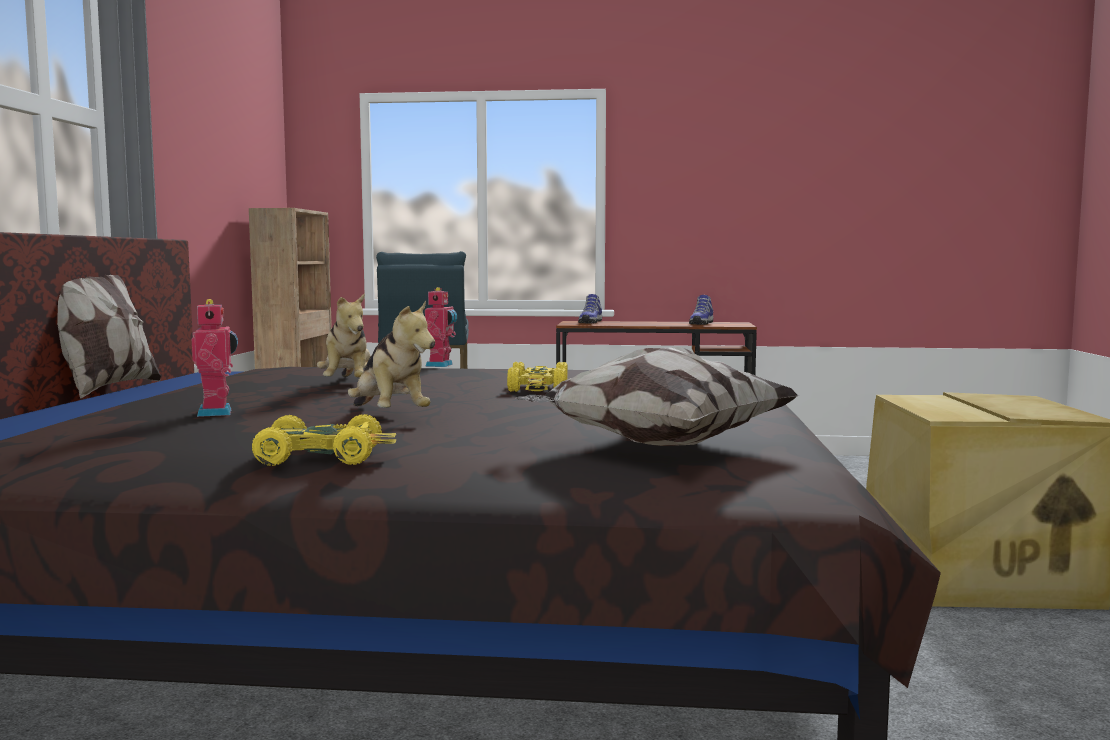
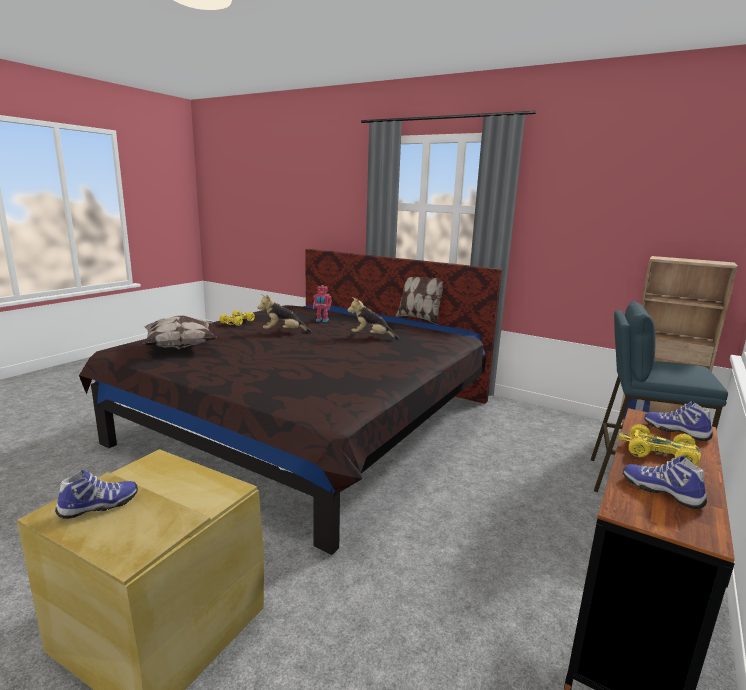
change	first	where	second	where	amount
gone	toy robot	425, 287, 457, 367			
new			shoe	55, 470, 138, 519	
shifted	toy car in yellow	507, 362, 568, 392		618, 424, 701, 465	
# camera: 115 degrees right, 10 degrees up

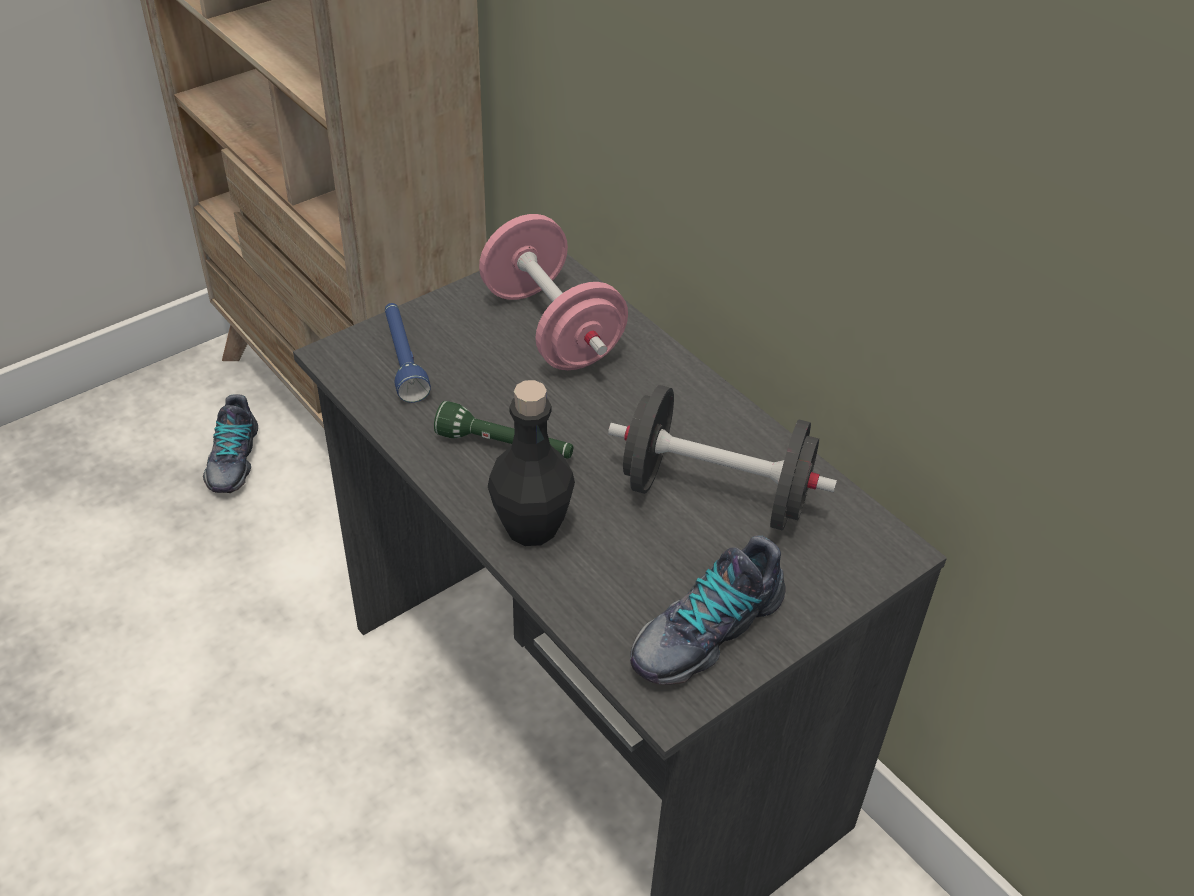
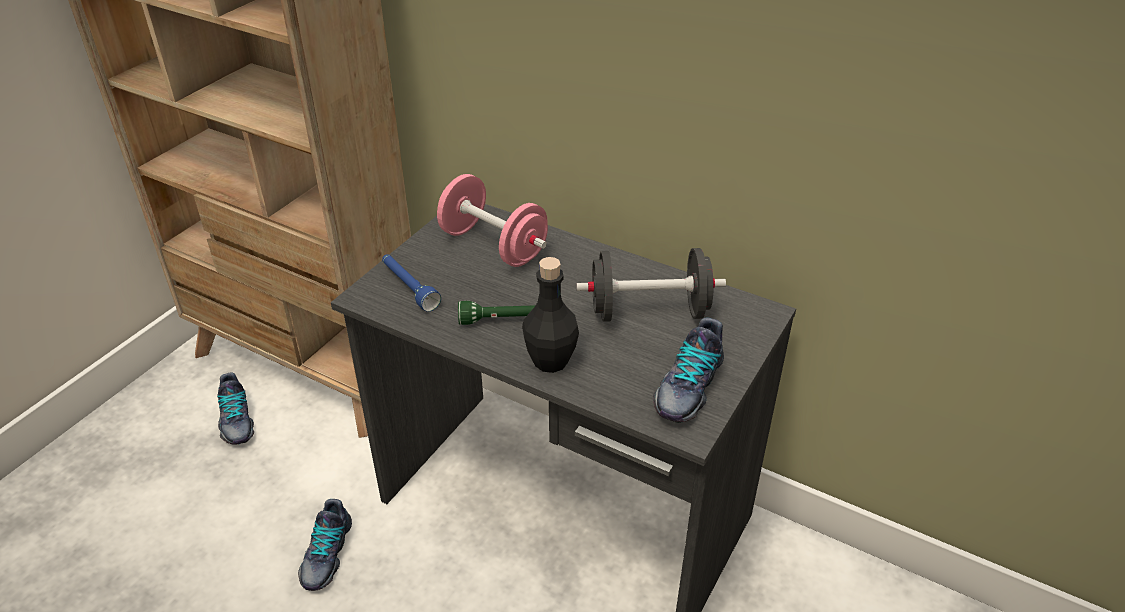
change	first	where	second	where	amount
new			shoe	298, 499, 352, 591	
# camera: 20 degrees left, 5 degrees down

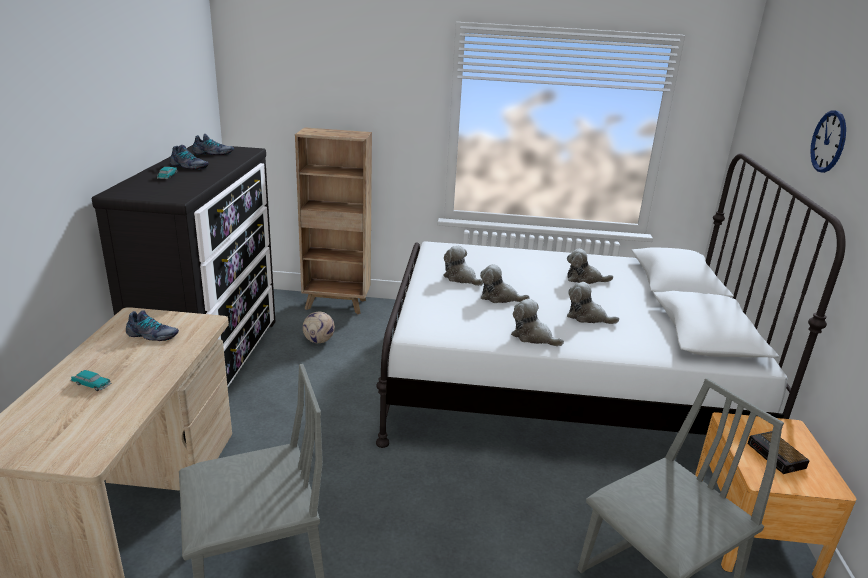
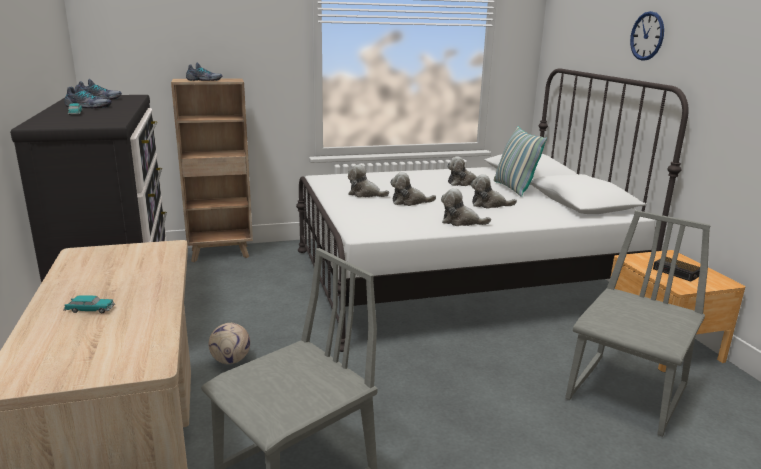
change	first	where	second	where	amount
new			pillow	494, 126, 547, 197	
shifted	shoe	126, 310, 179, 341		186, 63, 222, 81	
shifted	football	303, 312, 335, 343		209, 323, 250, 364	
# camera: 20 degrees left, 5 degrees down

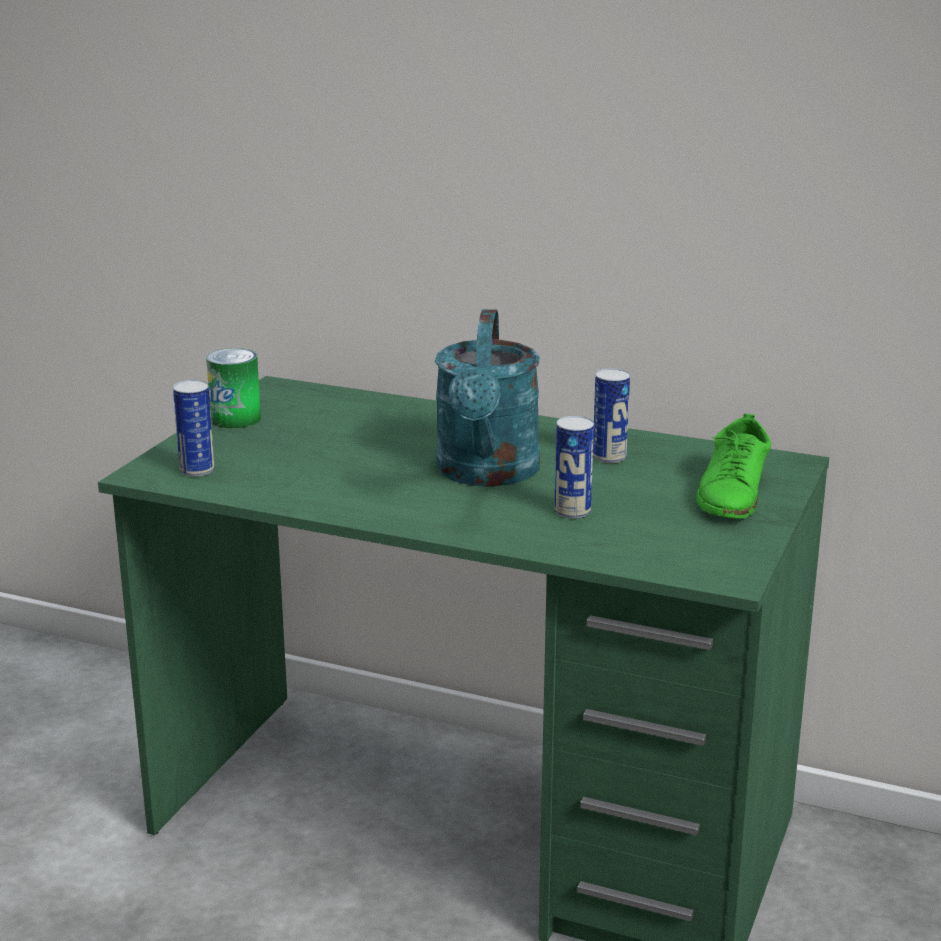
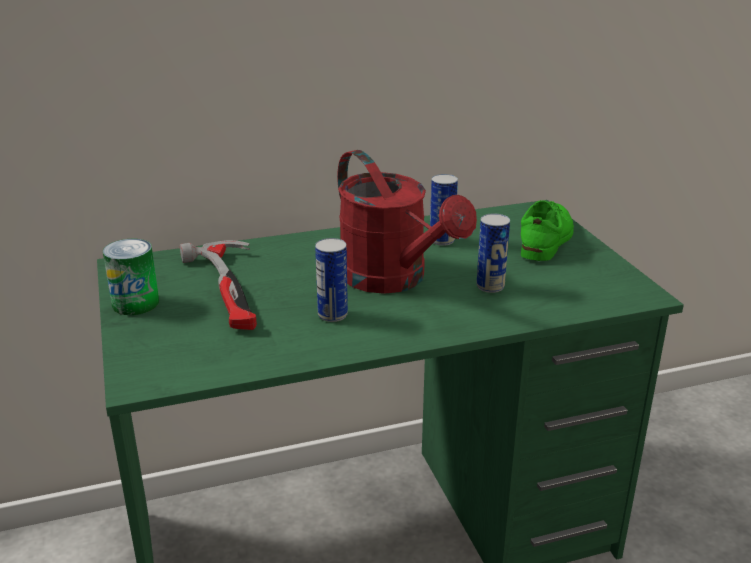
change	first	where	second	where	amount
new			hammer	180, 240, 257, 330	
shifted	can	173, 380, 215, 477		315, 238, 348, 322	
repainted	watering can in turquoise	435, 309, 540, 487	watering can in red	337, 150, 477, 294	
rotated	shoe in green	696, 413, 771, 519		521, 200, 574, 261	135 degrees counterclockwise
# camera: 40 degrees left, 5 degrees up

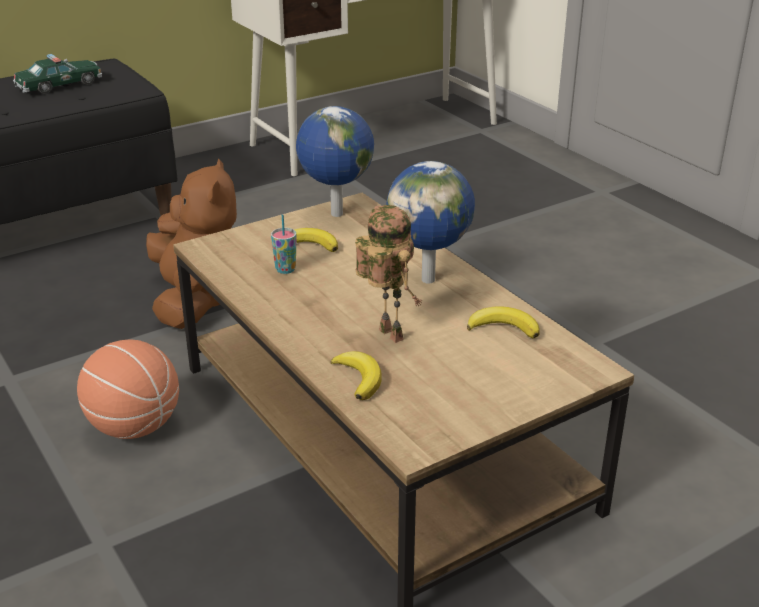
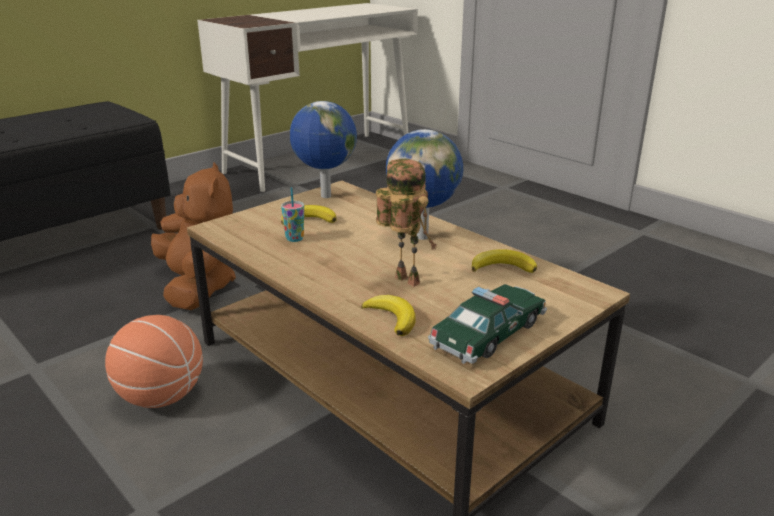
change	first	where	second	where	amount
shifted	toy car	13, 54, 102, 94		428, 284, 547, 364	
# camera: 10 degrees left, 5 degrees down

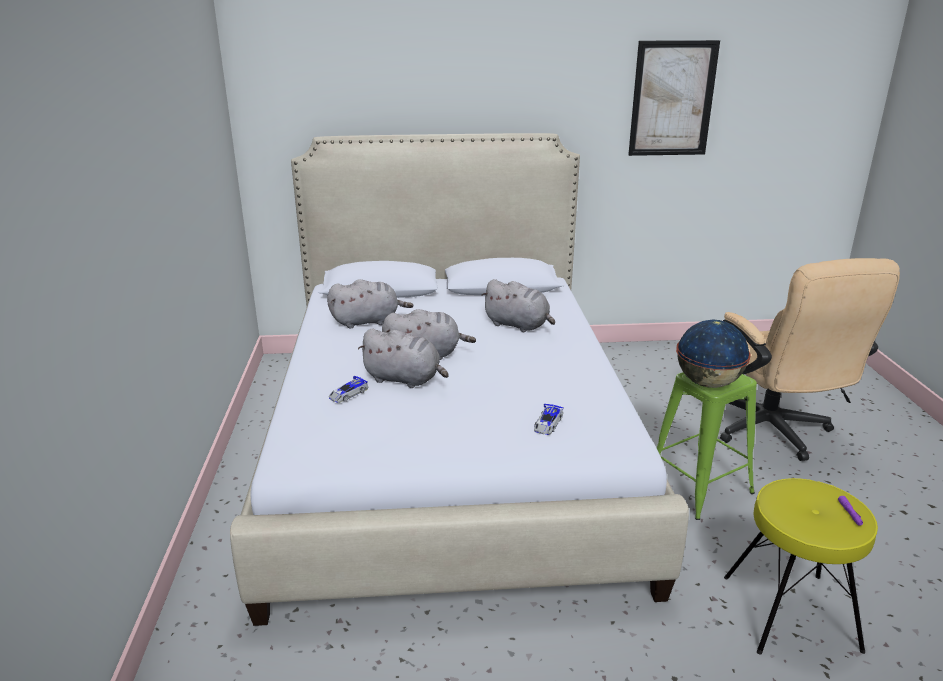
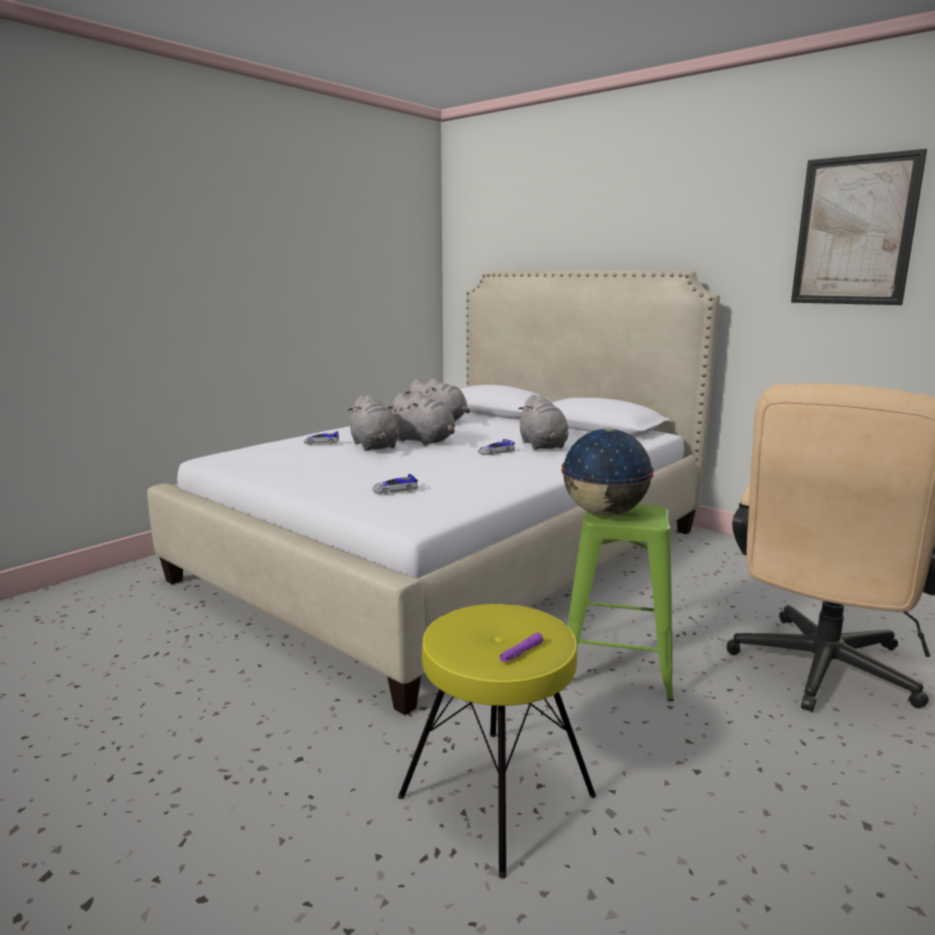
change	first	where	second	where	amount
new			toy car	478, 439, 515, 455	
# camera: 45 degrees right, 10 degrees down

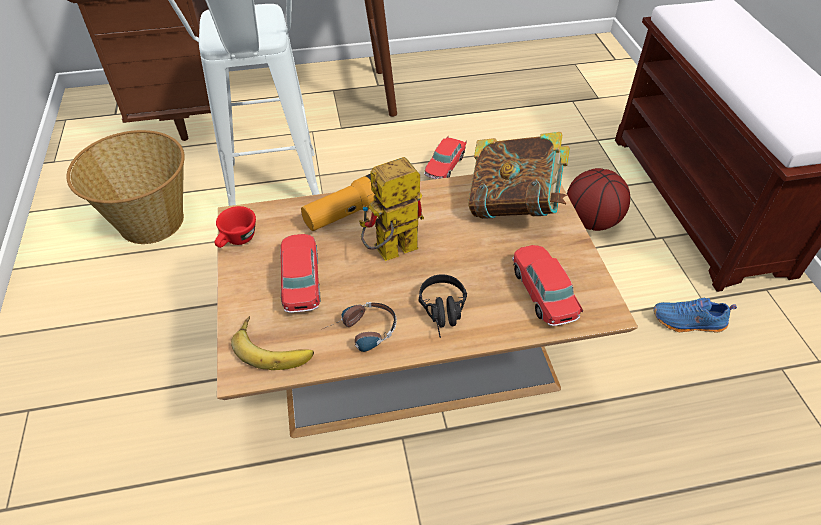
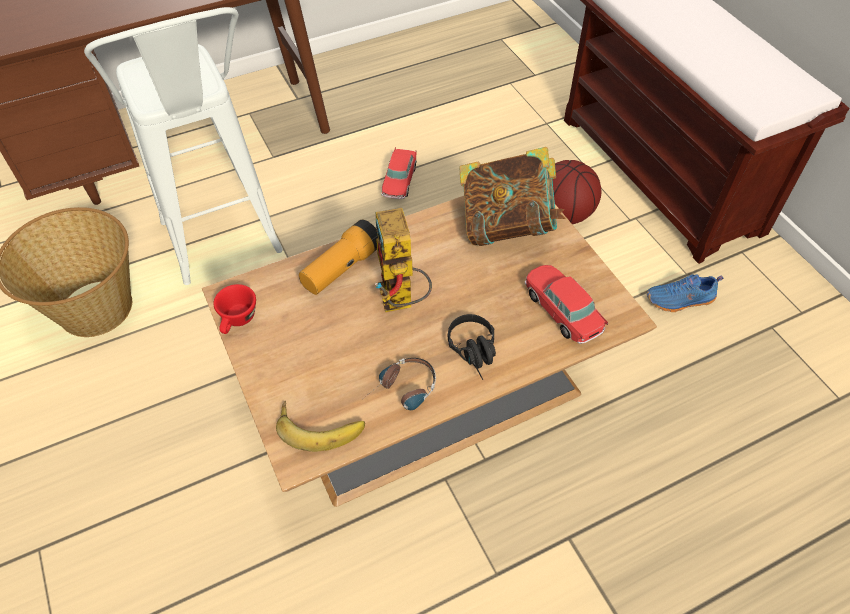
change	first	where	second	where	amount
gone	toy car	280, 234, 321, 313			
rotated	toy robot	359, 157, 424, 261		375, 208, 432, 312	60 degrees counterclockwise
# camera: 15 degrees left, 5 degrees up

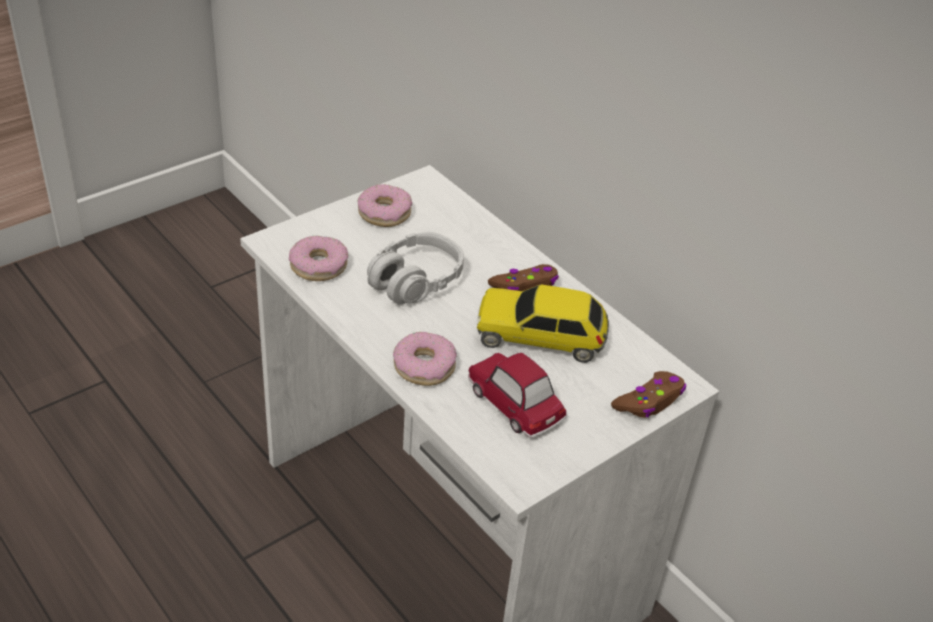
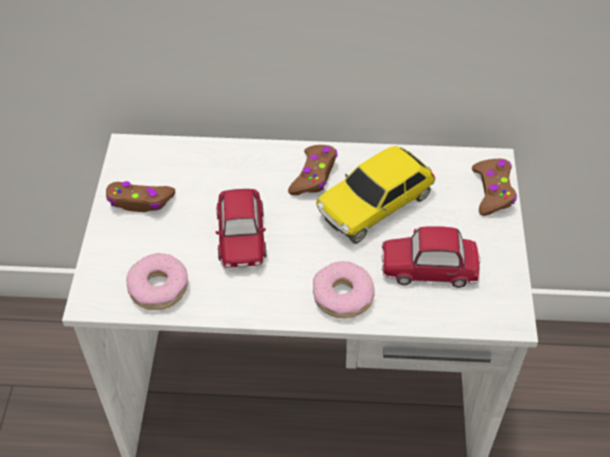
change	first	where	second	where	amount
swapped	donut	357, 184, 412, 227	game controller in brown	106, 181, 175, 212	
swapped	headphones in grey	367, 232, 464, 305	toy car	216, 189, 267, 269	
# camera: 45 degrees left, 10 degrees up

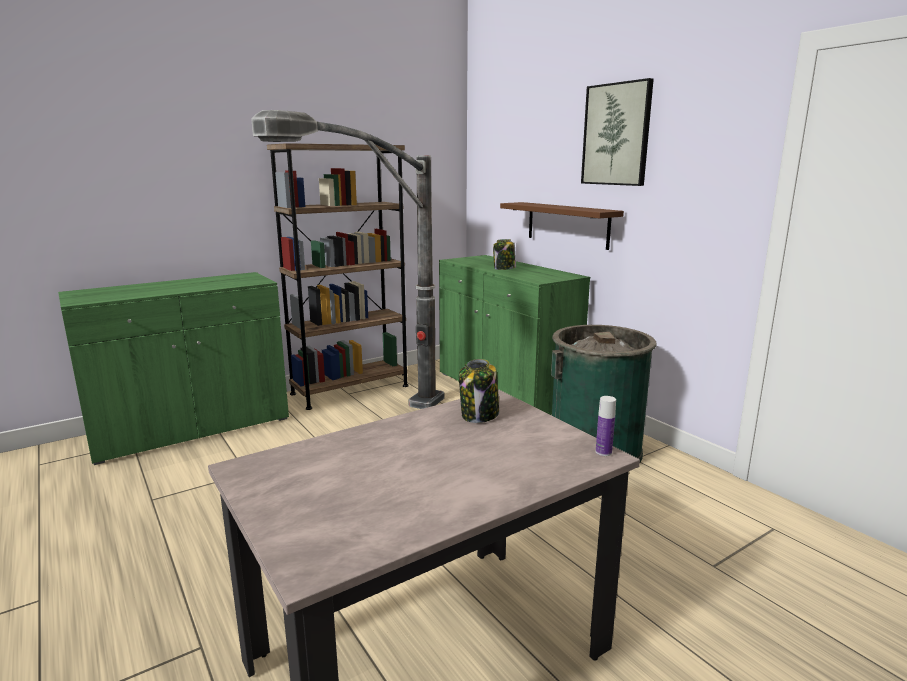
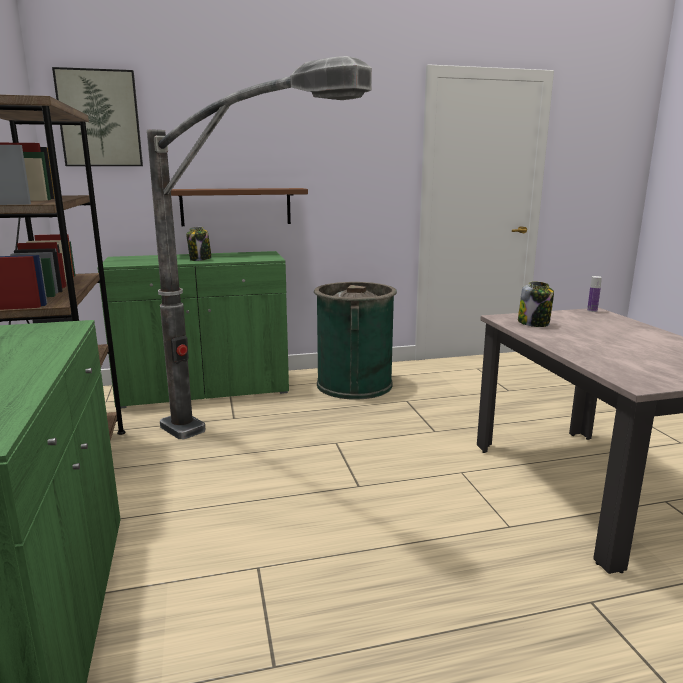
change	first	where	second	where	amount
shifted	picture	581, 78, 654, 186		52, 67, 143, 166	
# camera: 70 degrees left, 0 degrees up

